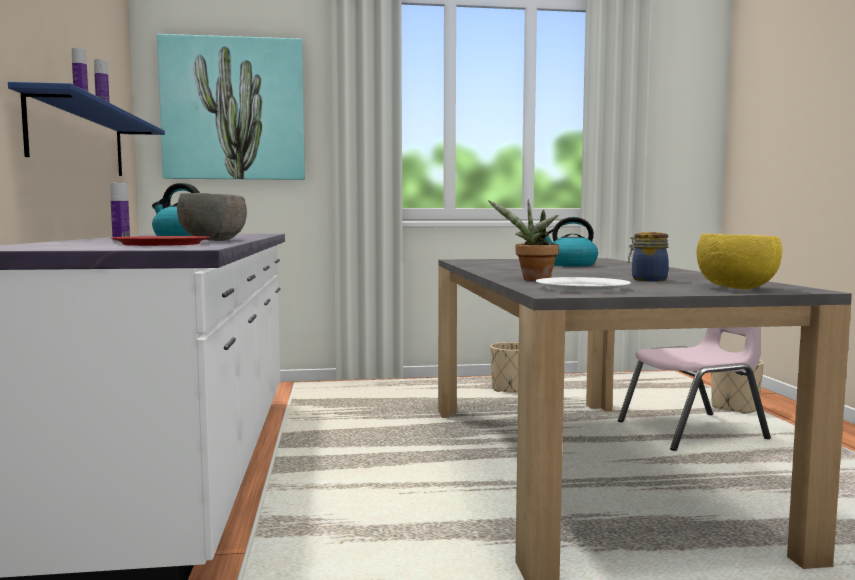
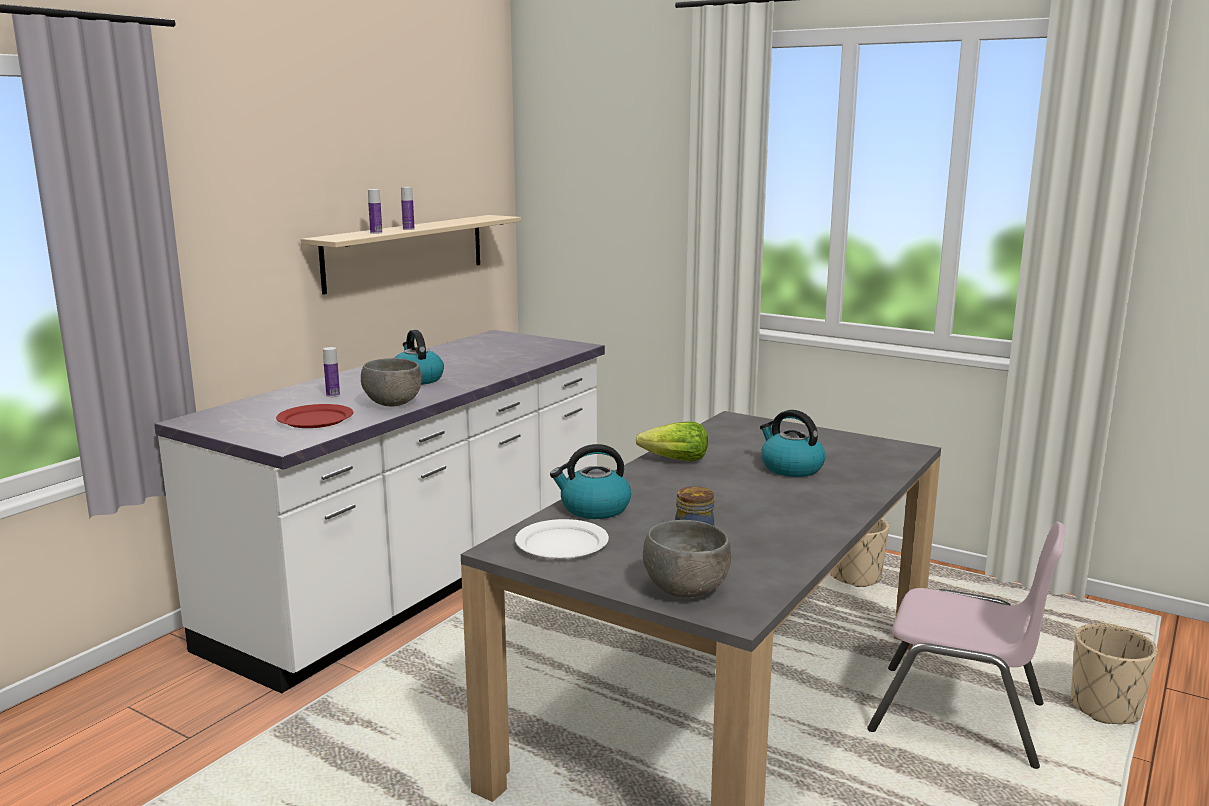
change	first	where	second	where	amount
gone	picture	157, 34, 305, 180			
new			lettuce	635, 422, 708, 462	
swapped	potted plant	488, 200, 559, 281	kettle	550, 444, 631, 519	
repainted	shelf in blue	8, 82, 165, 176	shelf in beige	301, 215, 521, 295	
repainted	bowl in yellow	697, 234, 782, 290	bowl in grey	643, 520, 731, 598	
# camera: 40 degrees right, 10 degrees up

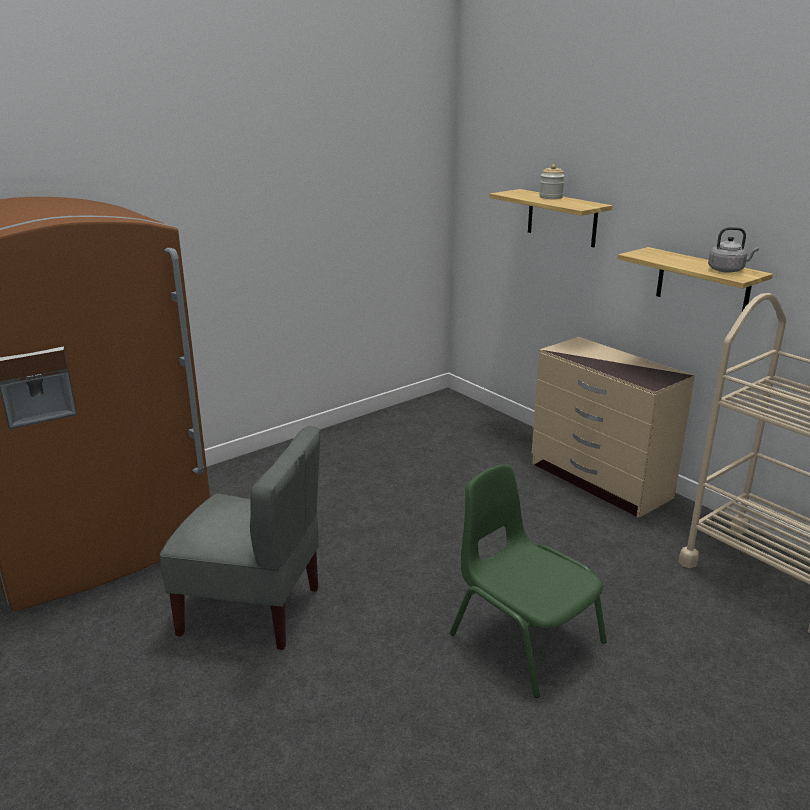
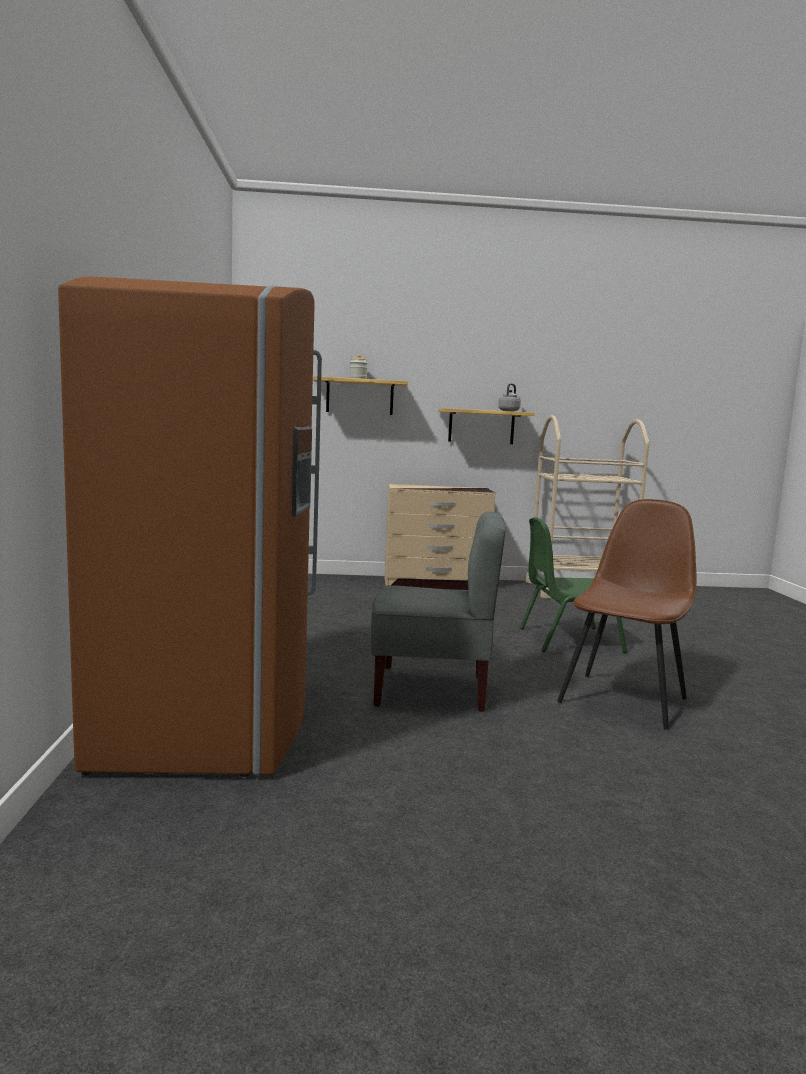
change	first	where	second	where	amount
new			chair in brown	557, 499, 697, 730	
rotated	chair in grey	160, 426, 320, 650		371, 512, 506, 712	45 degrees clockwise
# camera: 55 degrees left, 15 degrees down

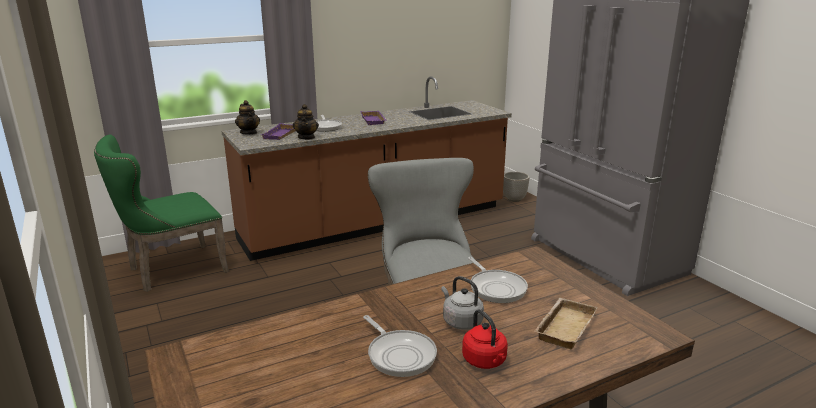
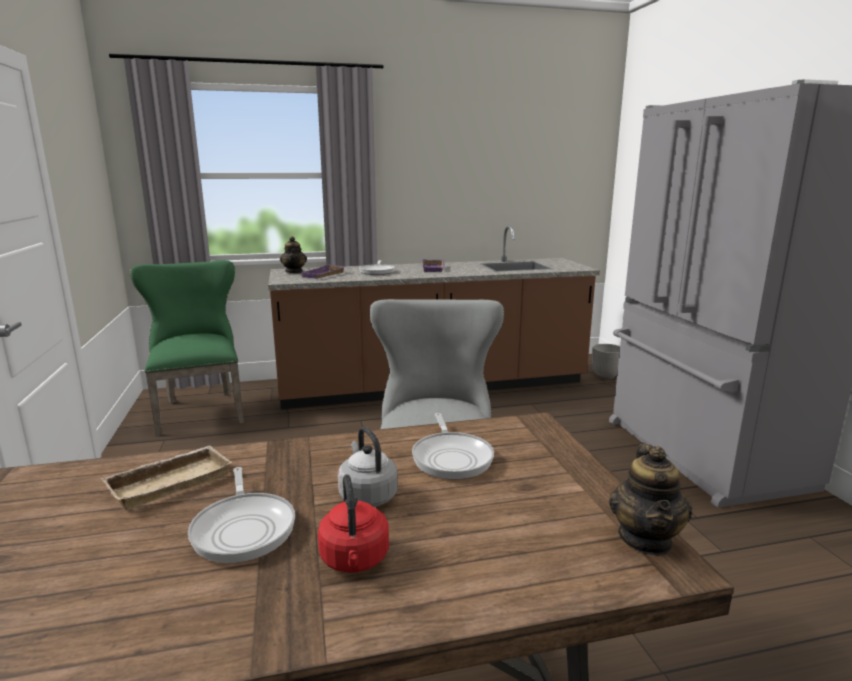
change	first	where	second	where	amount
shifted	teapot	293, 104, 319, 140		609, 444, 692, 556	
shifted	tray in beige	535, 298, 598, 349		101, 446, 232, 510	
rotated	chair in green	94, 135, 229, 292		130, 260, 244, 436	90 degrees clockwise
# camera: 15 degrees right, 5 degrees down

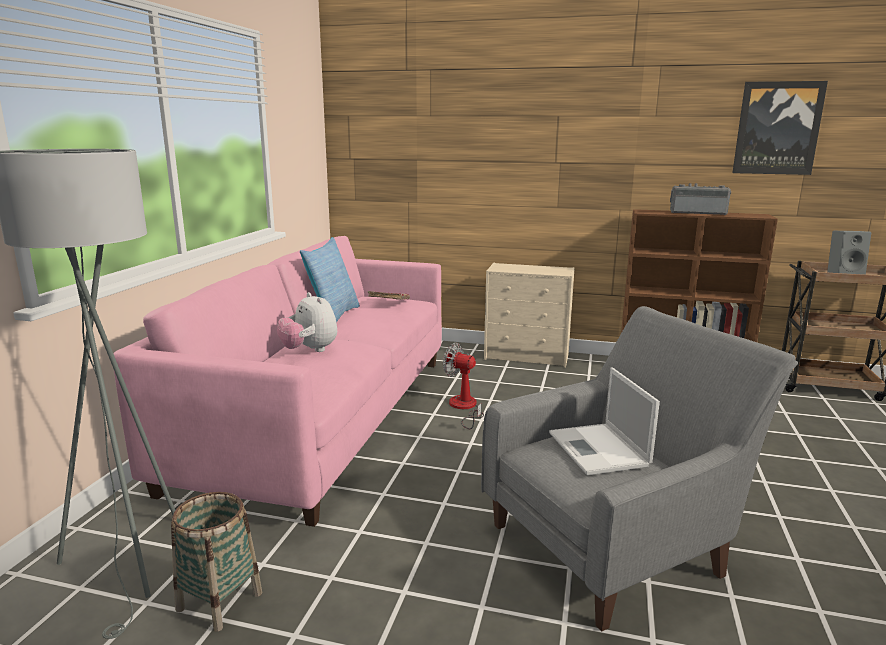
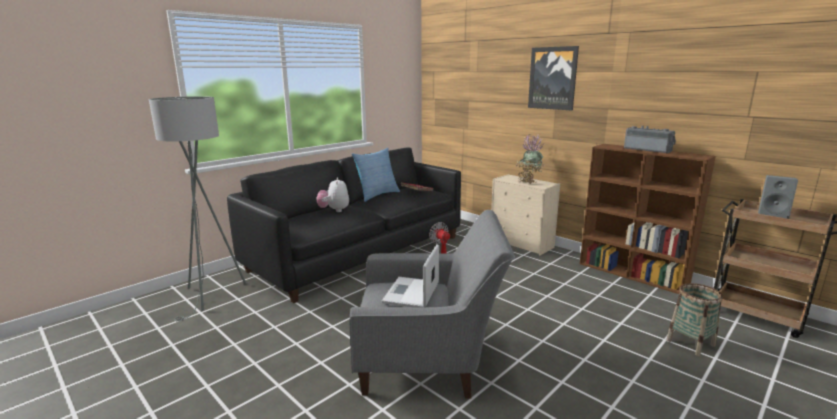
change	first	where	second	where	amount
new			potted plant	516, 135, 544, 184	
shifted	basket	171, 492, 262, 632		666, 283, 723, 356	
shifted	picture	732, 81, 828, 175		528, 46, 579, 110	
repainted	sofa in pink	113, 236, 442, 527	sofa in black	227, 148, 461, 303	
# camera: 30 degrees right, 0 degrees up

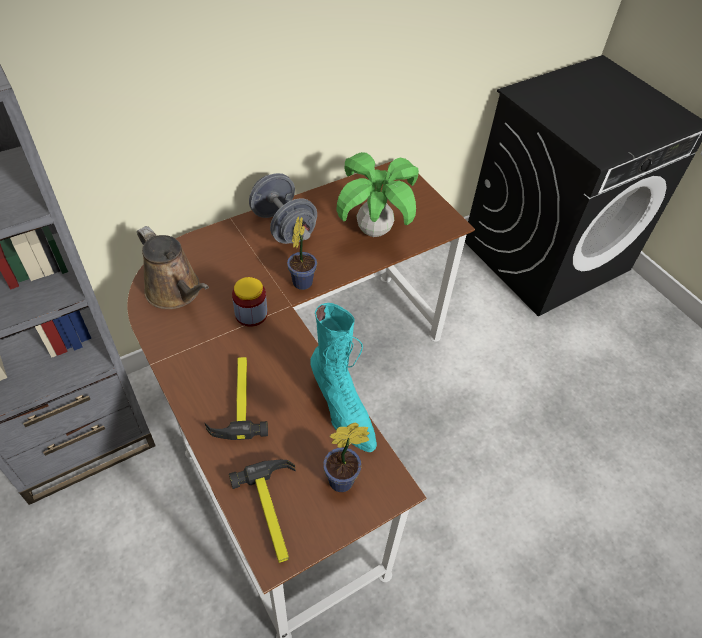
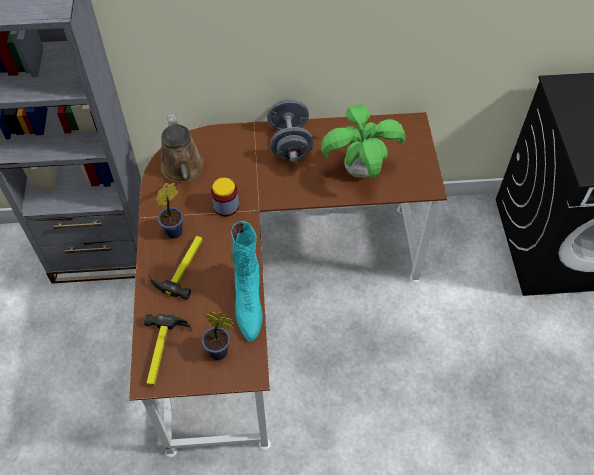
change	first	where	second	where	amount
shifted	potted plant	287, 217, 317, 290		156, 183, 184, 239	
# camera: 30 degrees right, 5 degrees up

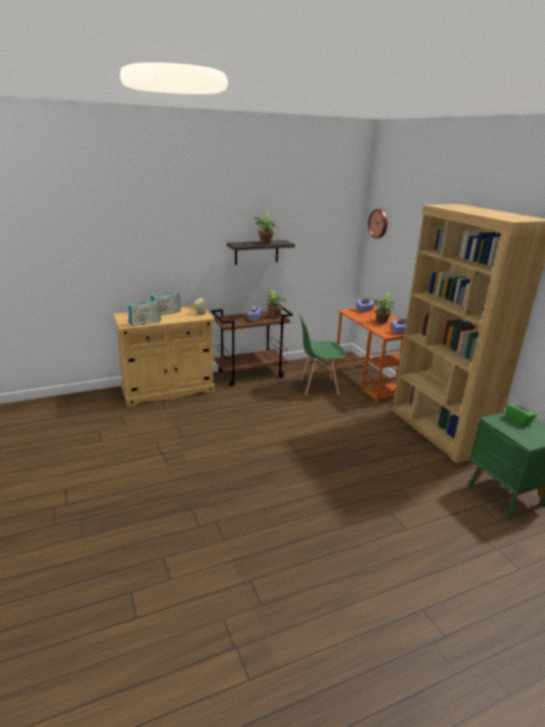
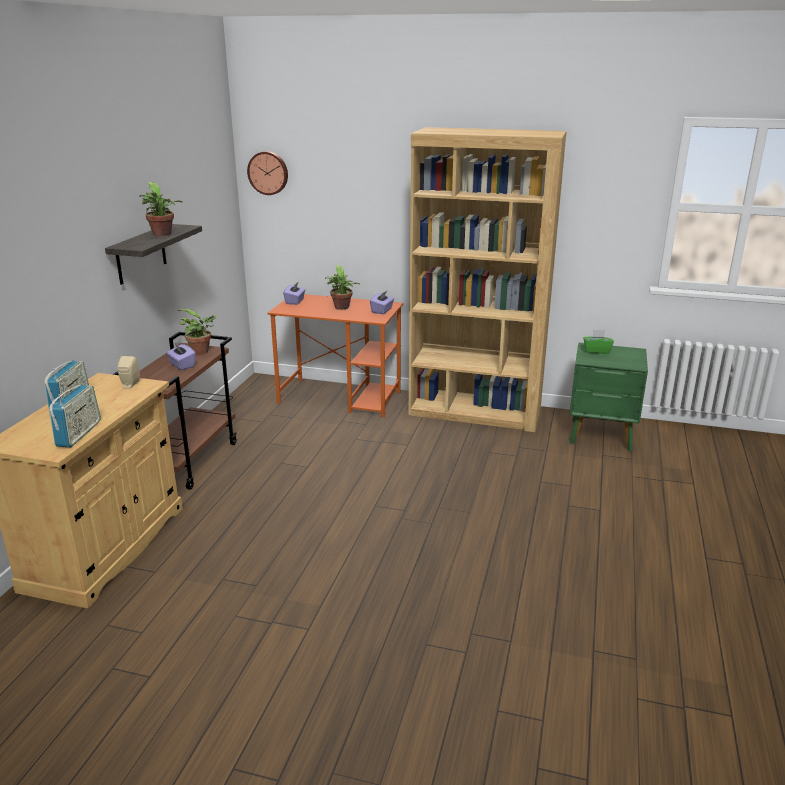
change	first	where	second	where	amount
gone	chair in green	299, 314, 346, 395			
# camera: 50 degrees left, 0 degrees up

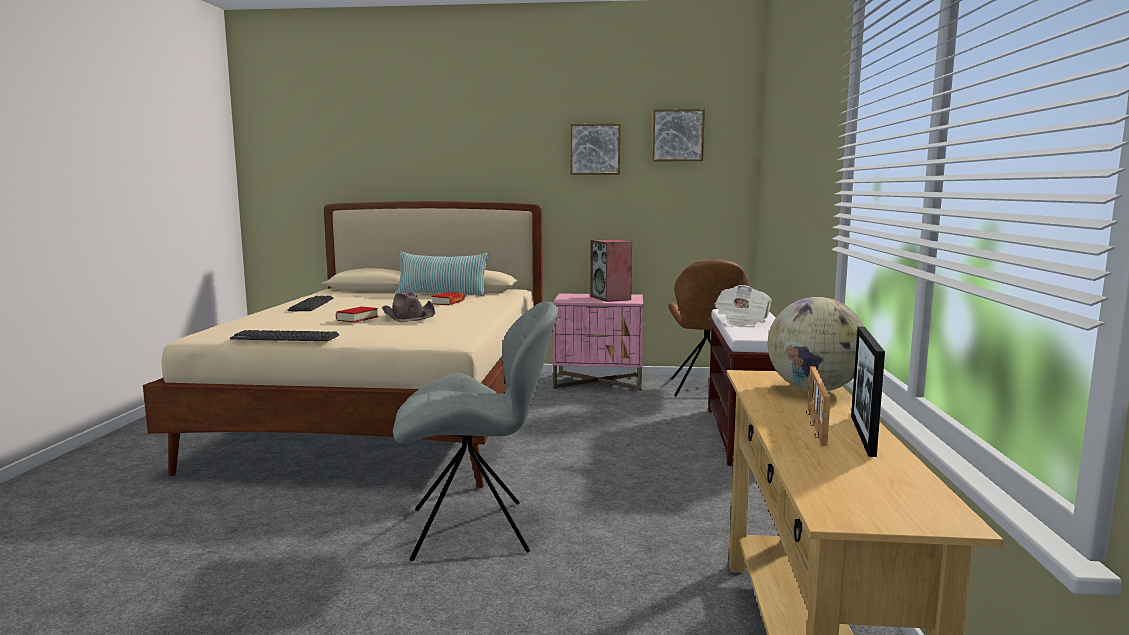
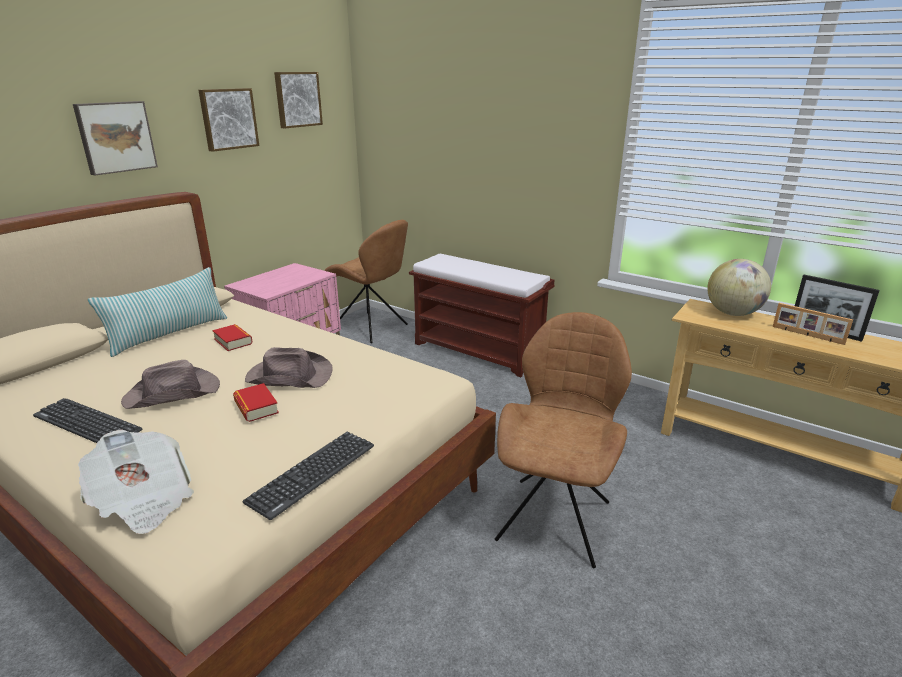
change	first	where	second	where	amount
gone	speaker	590, 239, 632, 302			
new			picture	73, 101, 158, 175	
new			hat in brown	121, 360, 220, 409	
shifted	newspaper	714, 285, 772, 327		78, 429, 194, 534	
repainted	chair in grey	393, 302, 558, 561	chair in brown	495, 312, 632, 568	
# camera: 60 degrees left, 15 degrees up

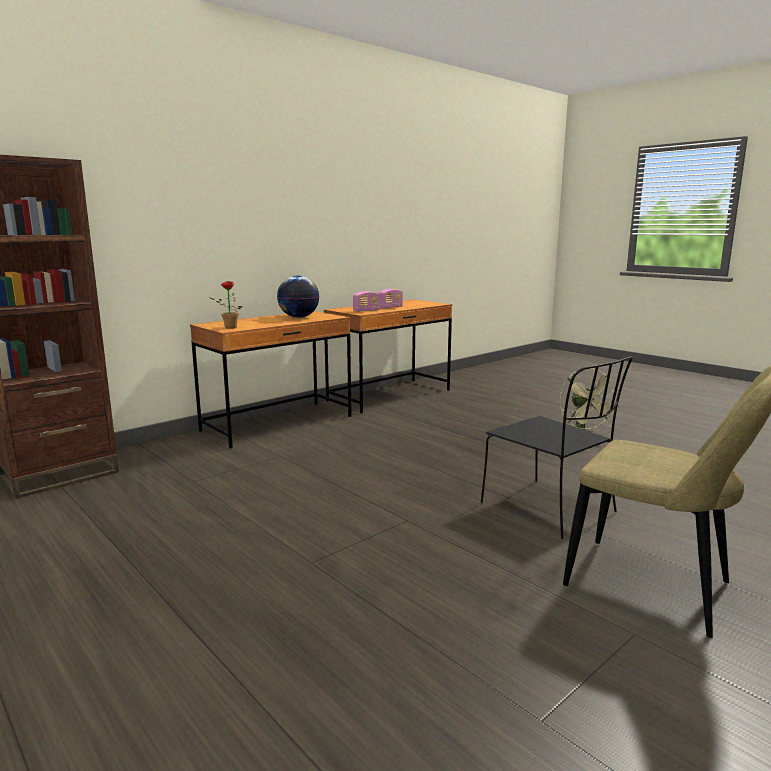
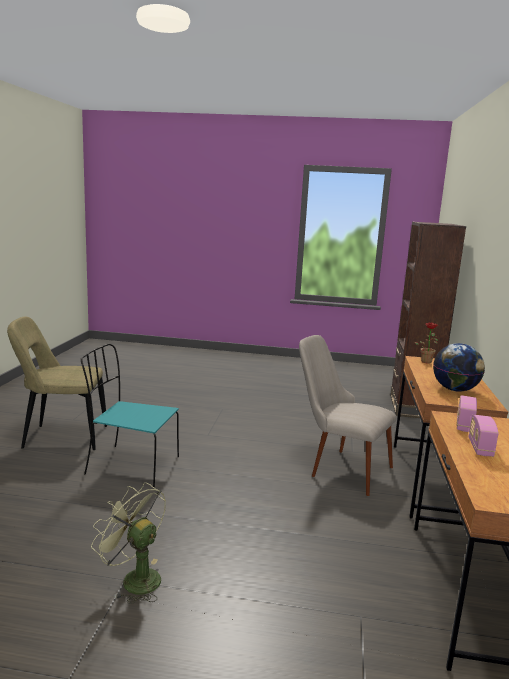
change	first	where	second	where	amount
new			chair in beige	299, 335, 397, 496	
repainted	chair in black	481, 356, 633, 539	chair in turquoise	81, 344, 179, 488	
# camera: 140 degrees right, 0 degrees up

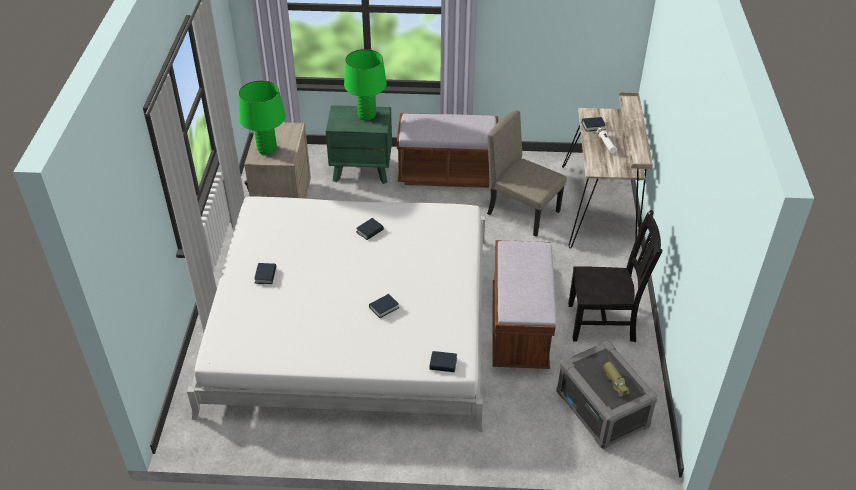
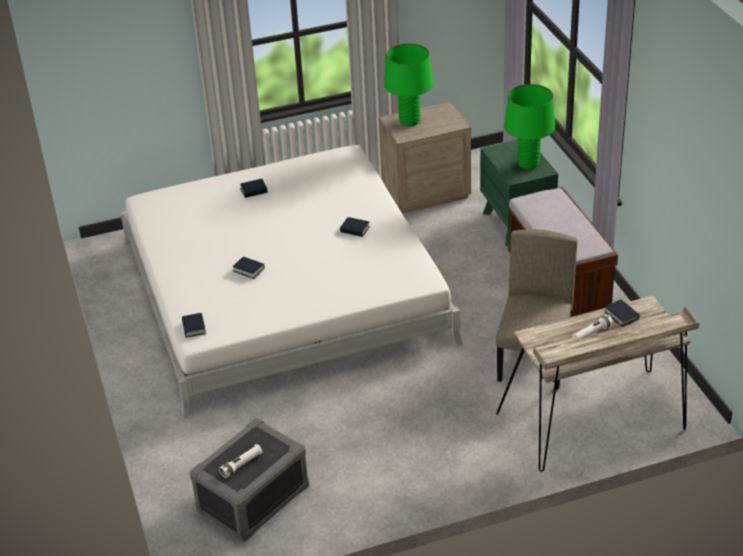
change	first	where	second	where	amount
gone	bench in brown	492, 240, 557, 369			
gone	chair in black	568, 210, 663, 342			
swapped	toy truck	603, 362, 630, 396	flashlight in white	219, 444, 263, 478	
# camera: 70 degrees right, 5 degrees down

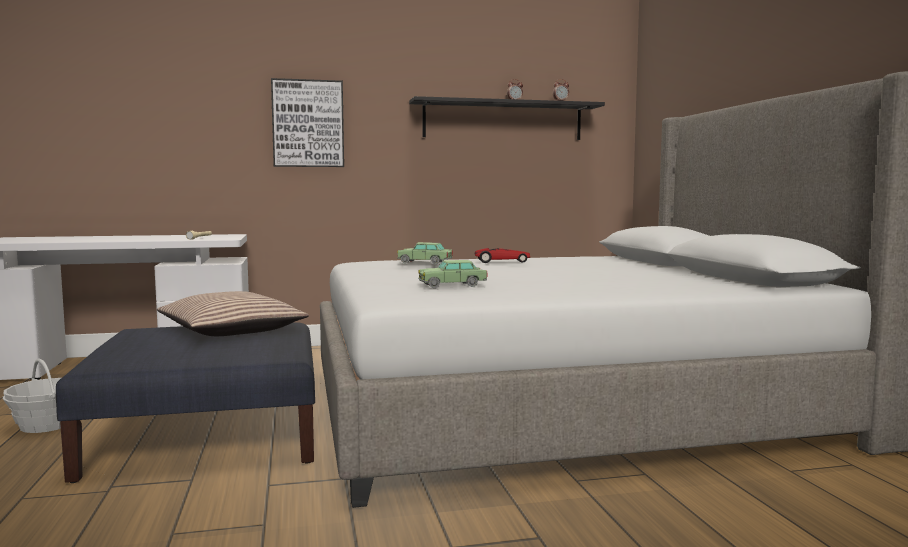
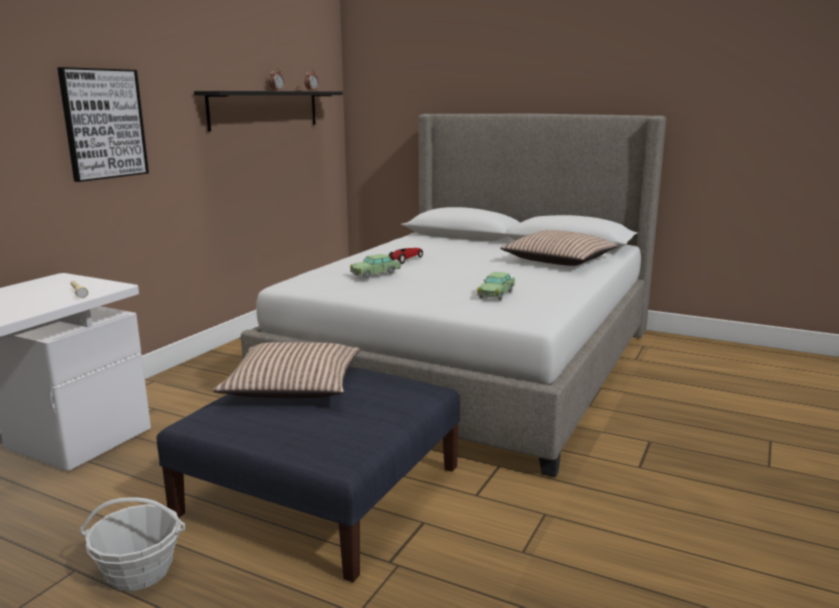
change	first	where	second	where	amount
new			pillow	500, 230, 618, 266	
# camera: 50 degrees left, 10 degrees up

